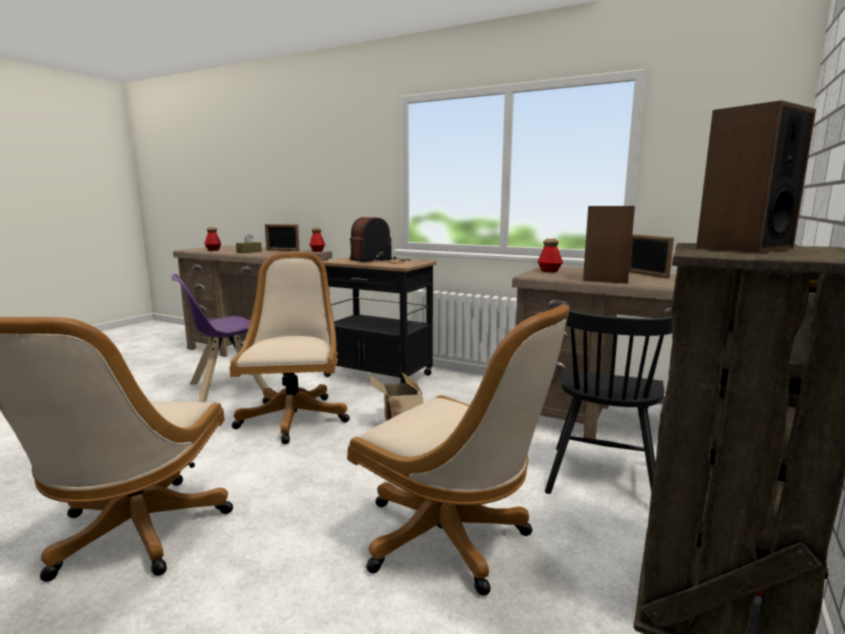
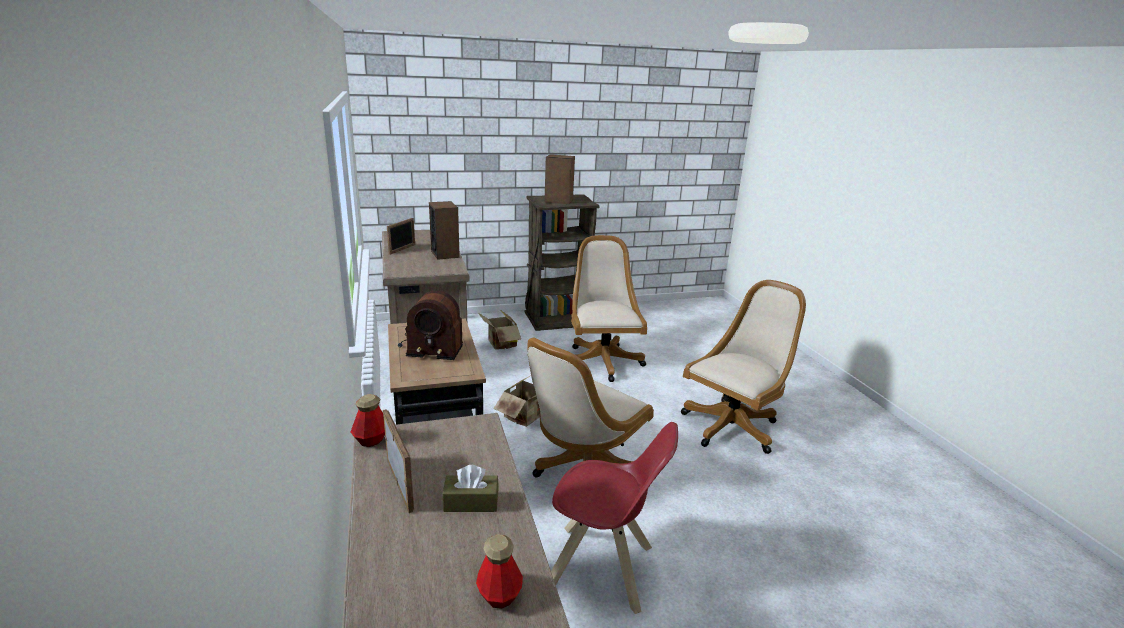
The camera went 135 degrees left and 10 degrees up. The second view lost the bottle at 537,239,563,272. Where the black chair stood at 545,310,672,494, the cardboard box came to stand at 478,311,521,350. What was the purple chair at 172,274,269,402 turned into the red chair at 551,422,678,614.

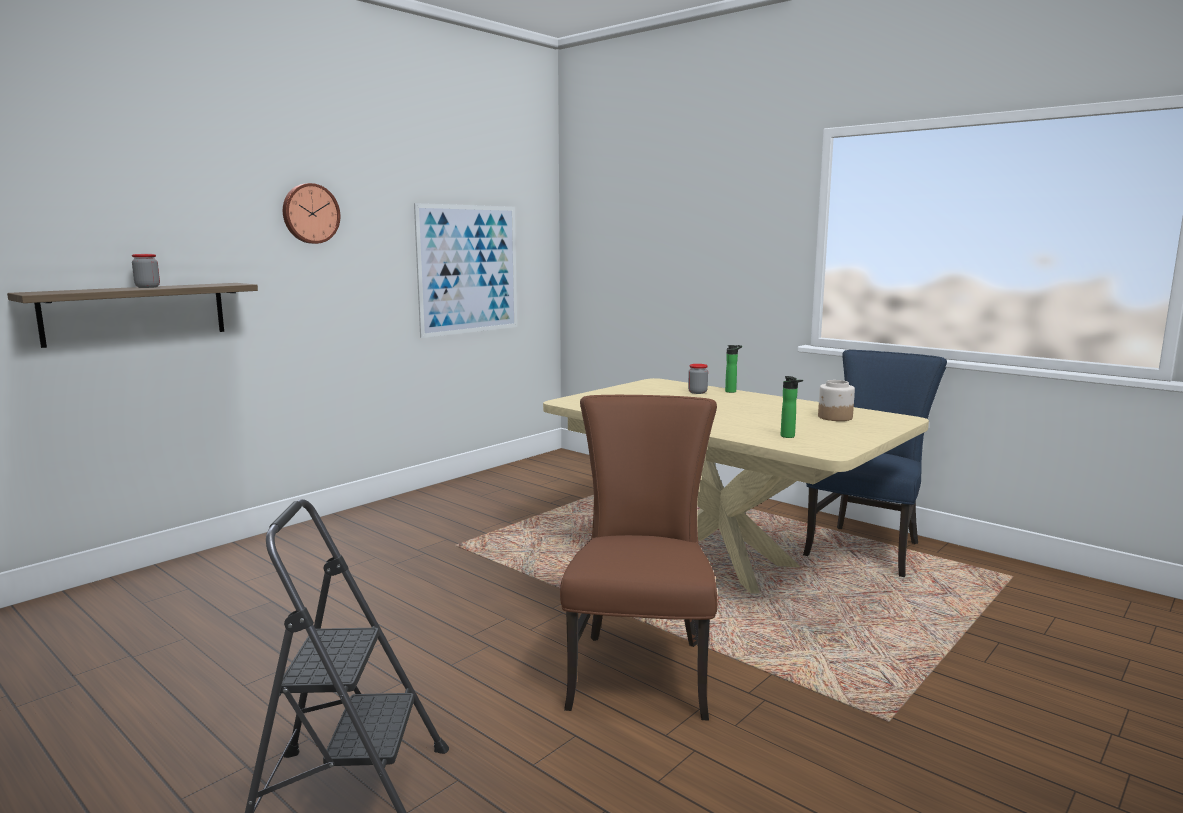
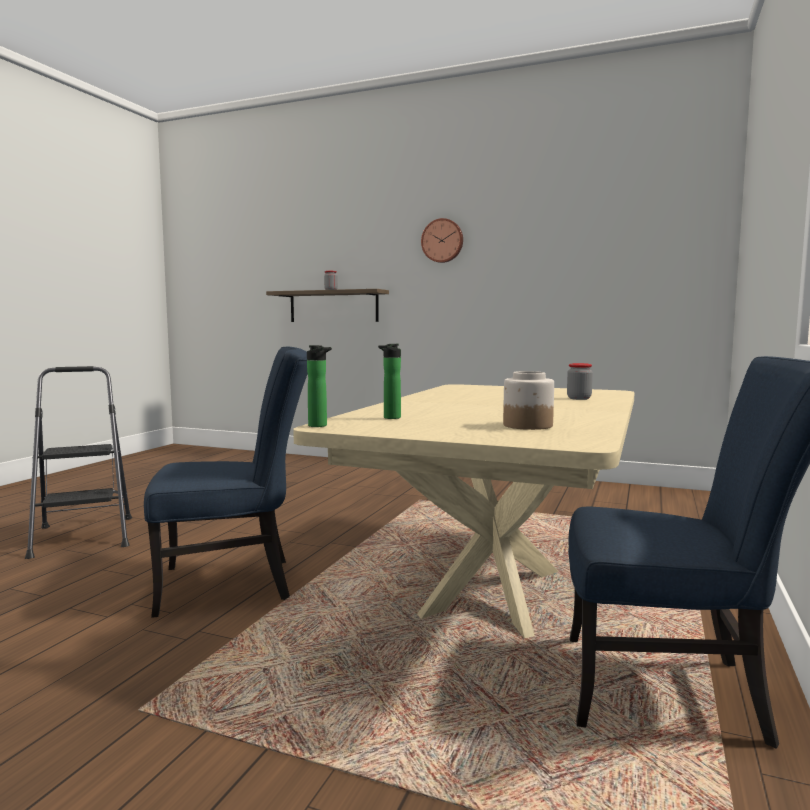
The camera went 70 degrees right and 5 degrees down. The second view lost the picture at 414,203,517,338. The bottle ended up elsewhere, having gone from 725,345,742,393 to 307,345,332,427. What was the brown chair at 560,395,717,721 turned into the blue chair at 144,347,308,618.

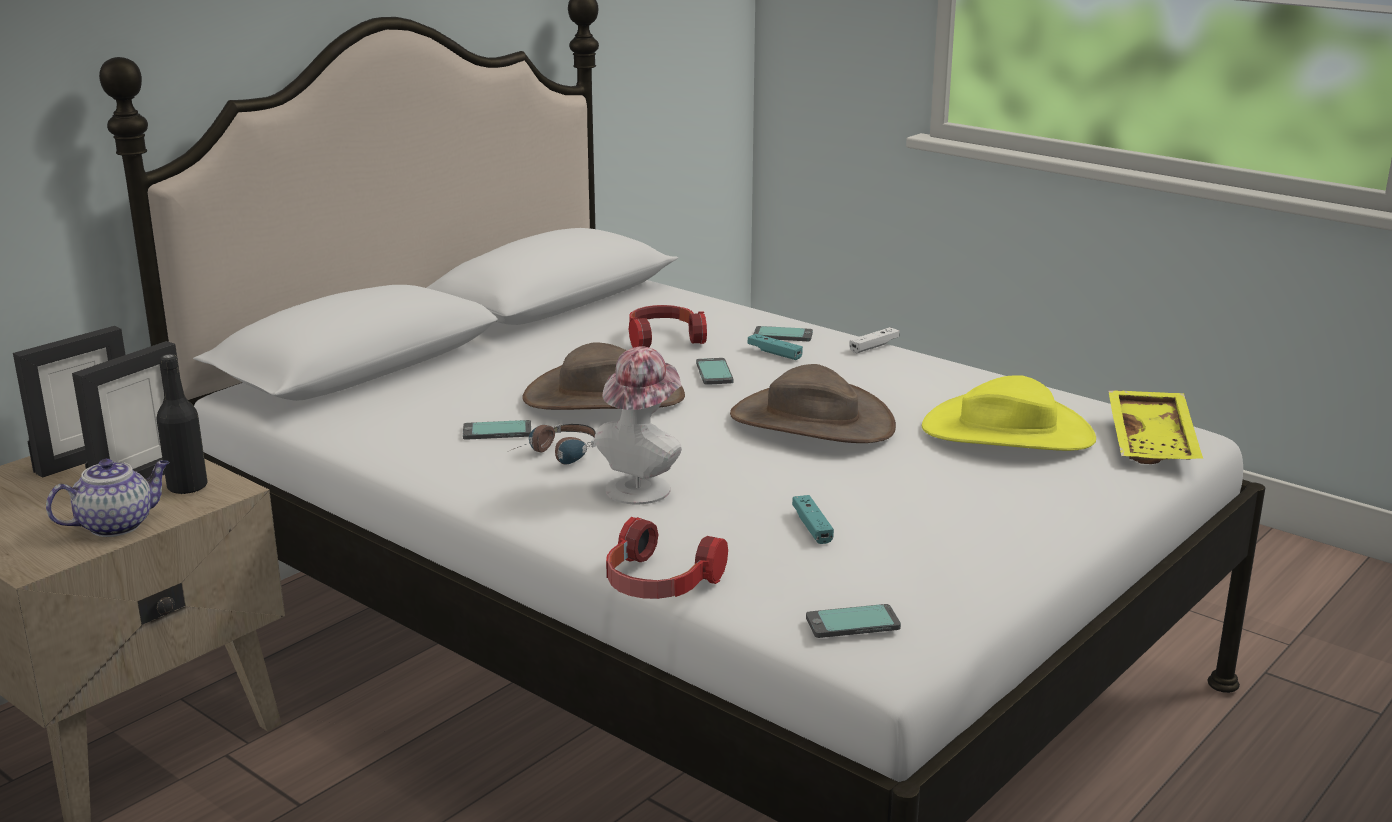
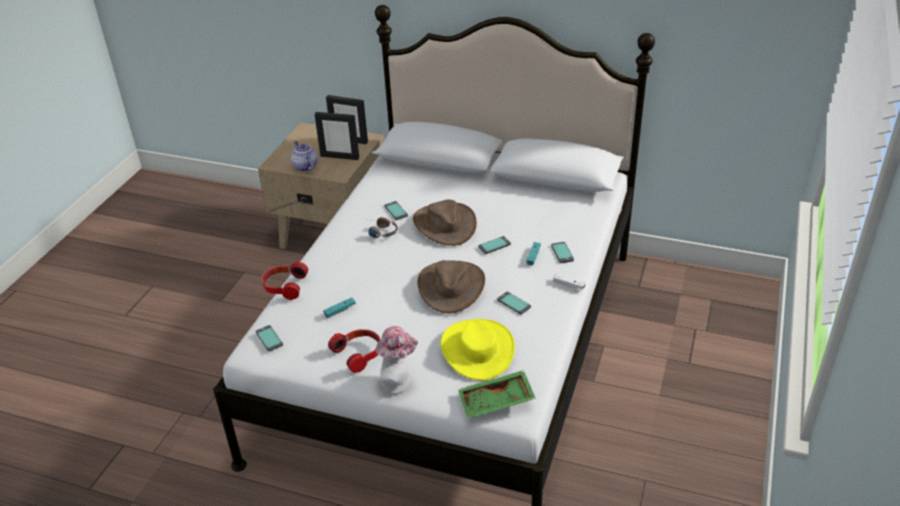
The camera went 70 degrees right and 15 degrees up. The second view lost the black bottle at 156,354,208,495. The second view gained the phone at 497,292,531,314. The hat ended up elsewhere, having gone from 594,346,682,504 to 376,326,418,394. The headphones ended up elsewhere, having gone from 629,305,707,348 to 328,329,380,373. What was the yellow tray at 1108,390,1203,464 turned into the green tray at 458,370,536,418. The teapot at 46,459,170,537 ended up facing another way, 150 degrees counterclockwise from before.

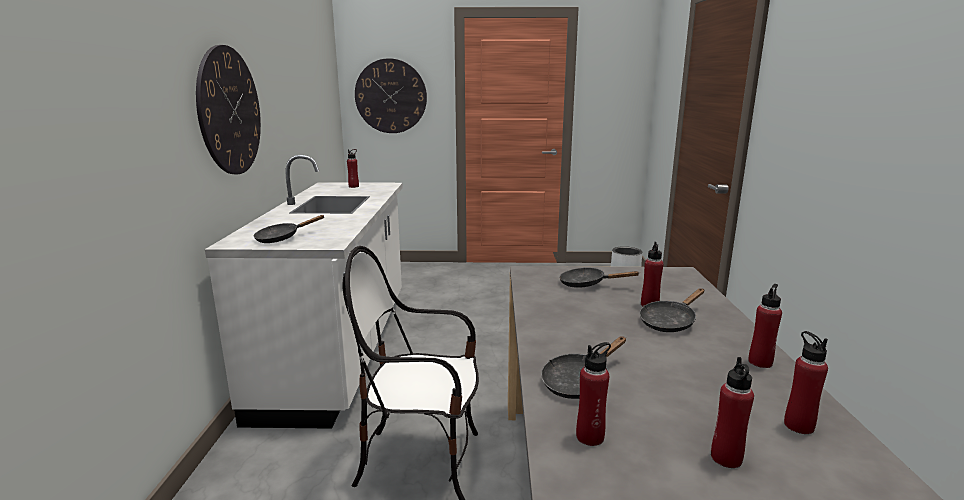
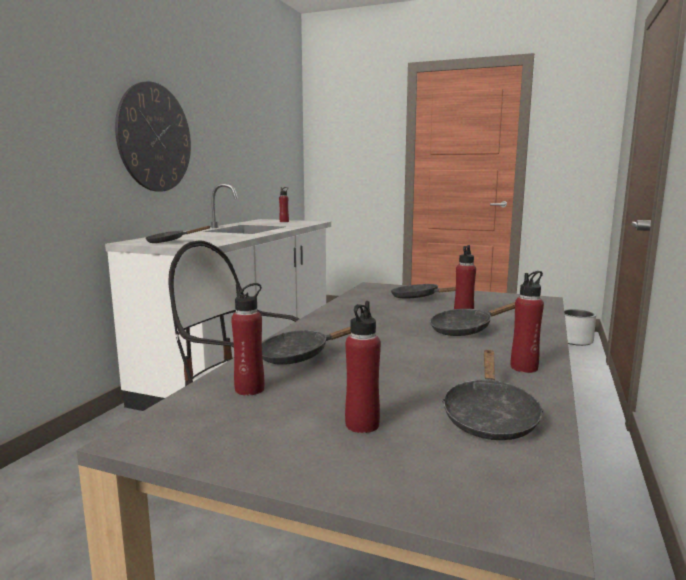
The camera went 20 degrees right and 5 degrees down. The second view lost the wall clock at 355,58,427,133. Where the red bottle stood at 784,331,828,434, the black frying pan came to stand at 441,349,544,440.

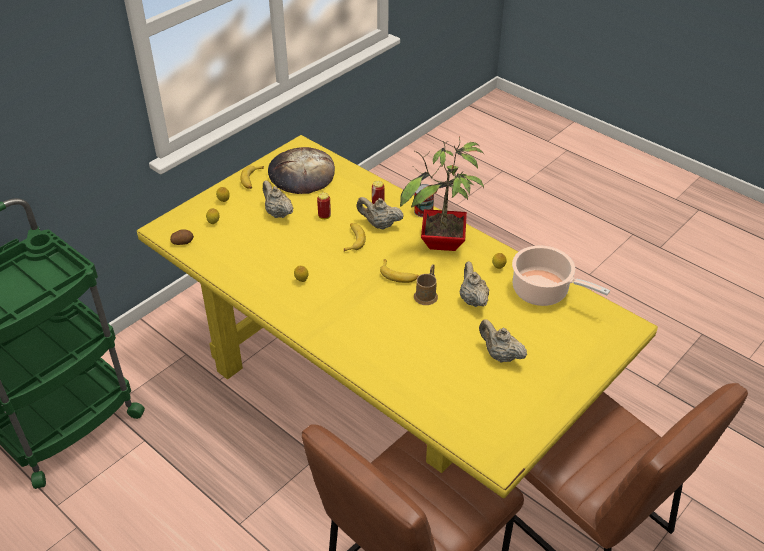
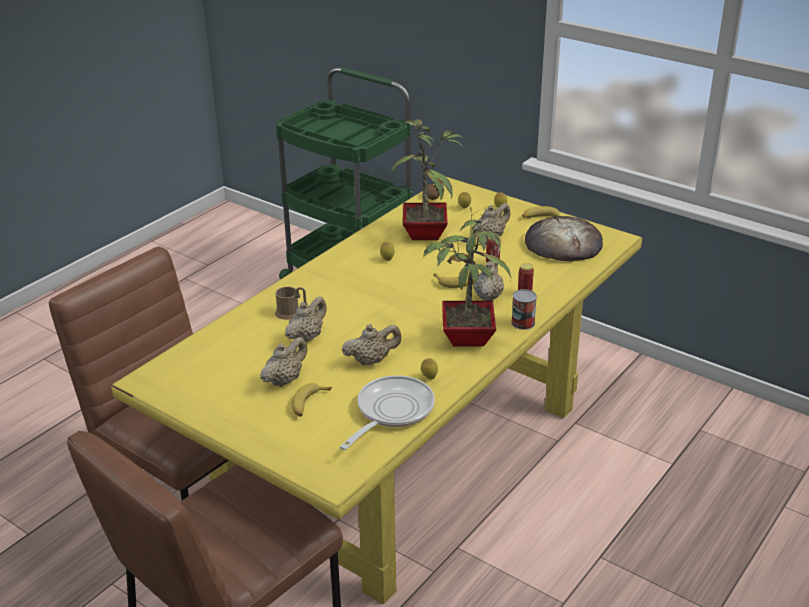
The camera went 85 degrees right and 10 degrees down. The second view gained the beige teapot at 285,297,327,342. The second view gained the potted plant at 391,119,465,240. The banana ended up elsewhere, having gone from 380,259,419,283 to 291,383,332,417. The brown mug ended up elsewhere, having gone from 414,264,438,305 to 275,287,308,320. Where the cooking pot stood at 512,245,610,306, the frying pan came to stand at 340,375,435,450.

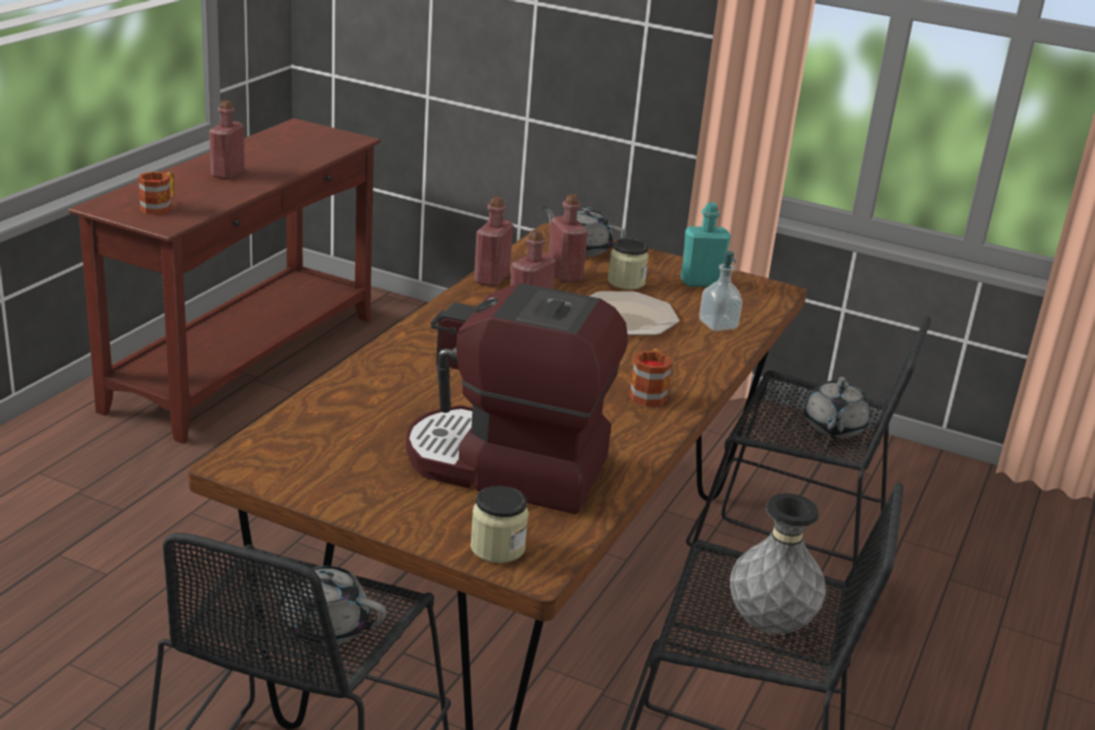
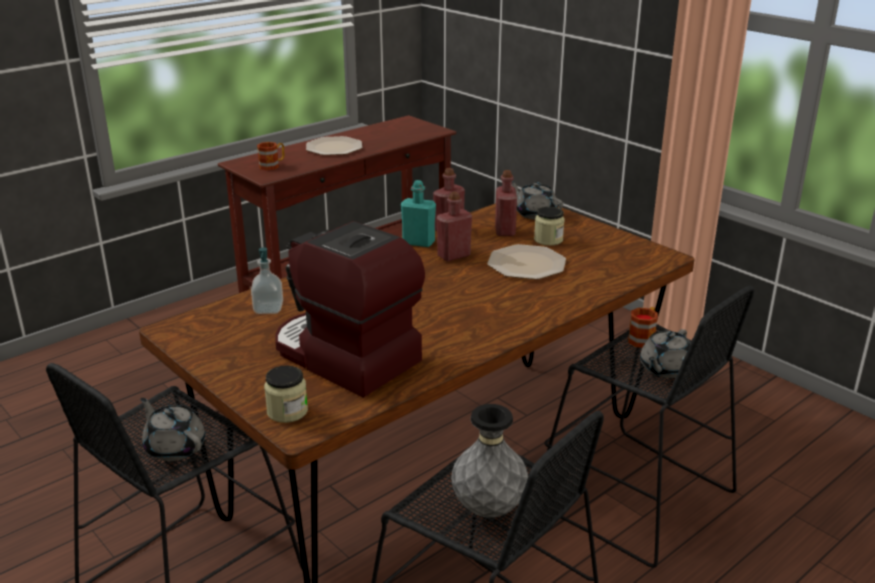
The camera went 25 degrees right and 0 degrees up. The mug ended up elsewhere, having gone from 629,349,673,406 to 628,307,658,348. The turquoise bottle ended up elsewhere, having gone from 681,202,731,287 to 401,180,436,247. The soap dispenser ended up elsewhere, having gone from 699,251,743,331 to 251,247,283,314. Where the red bottle stood at 209,100,245,179, the plate came to stand at 306,136,362,155.

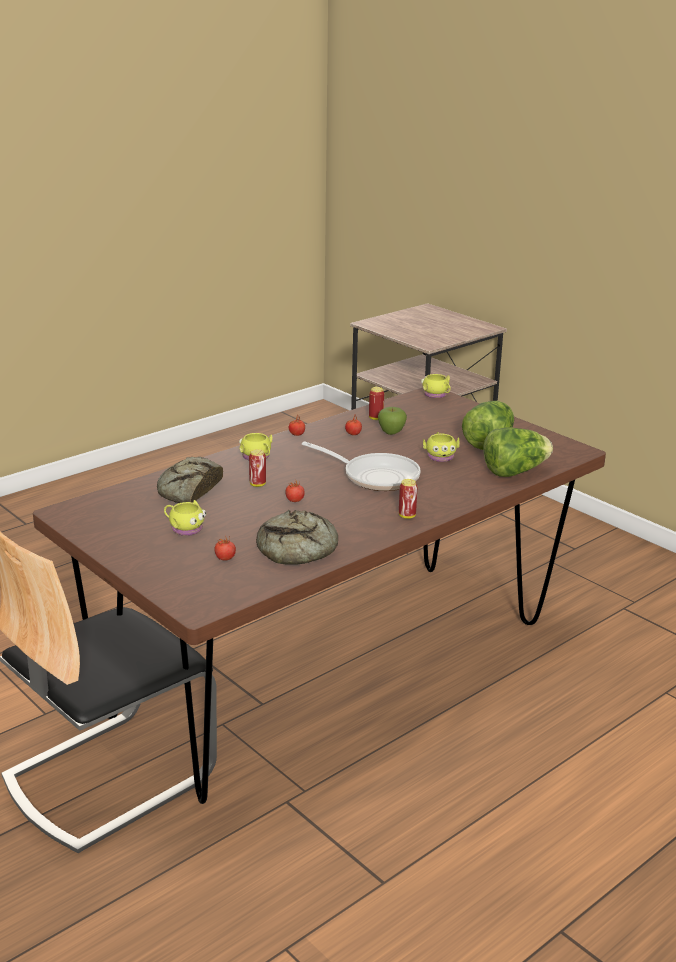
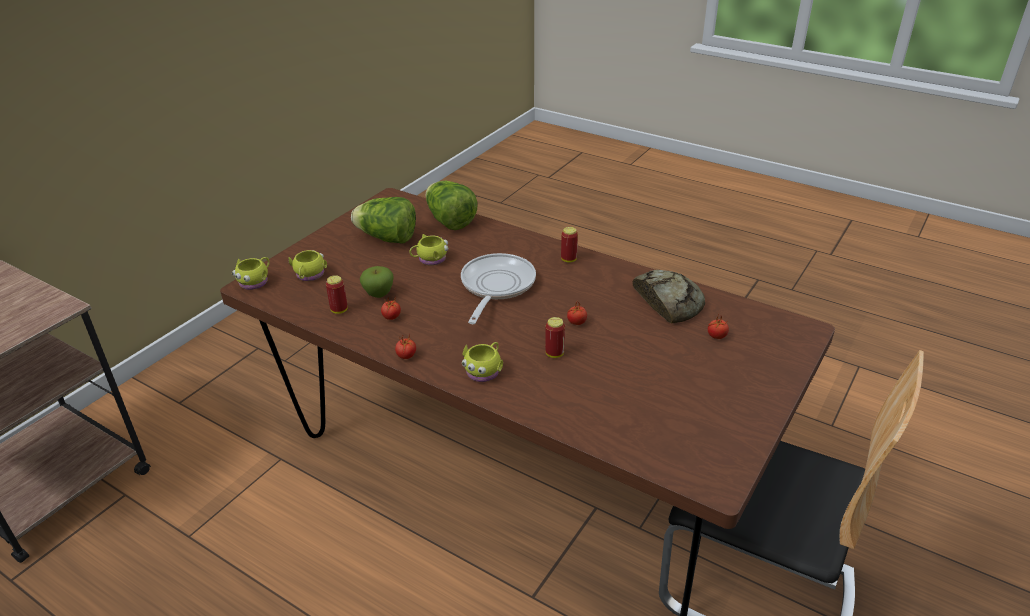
The camera went 105 degrees left and 10 degrees up. The second view lost the bread at 157,457,223,503. The yellow mug ended up elsewhere, having gone from 164,500,206,536 to 288,250,327,281.

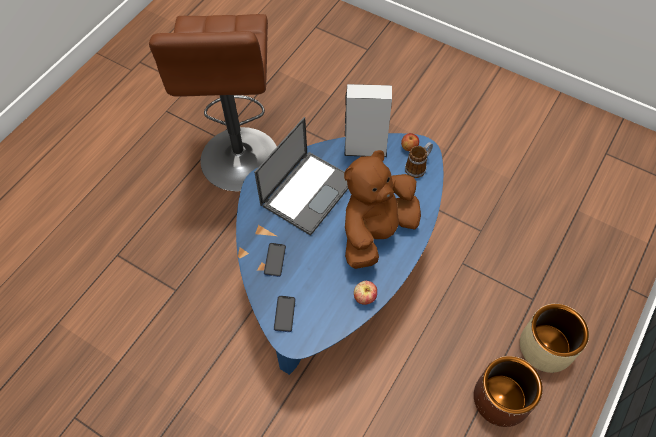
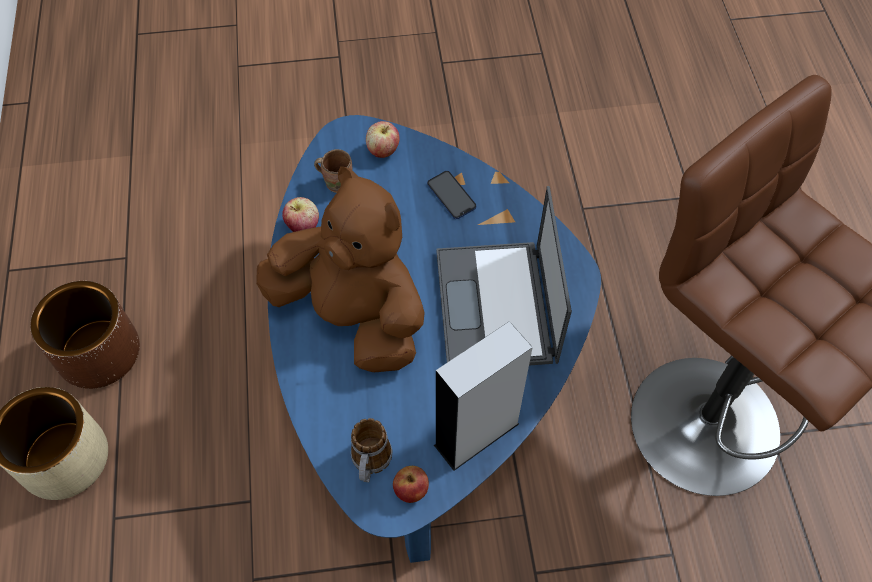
The camera went 140 degrees right and 0 degrees up. The second view gained the brown mug at 314,149,352,193. Where the phone stood at 274,296,296,332, the apple came to stand at 366,121,400,158. The brown plush toy at 344,150,421,269 ended up facing another way, 60 degrees counterclockwise from before.

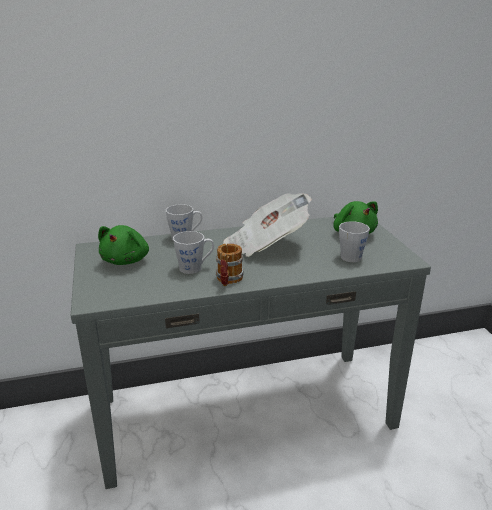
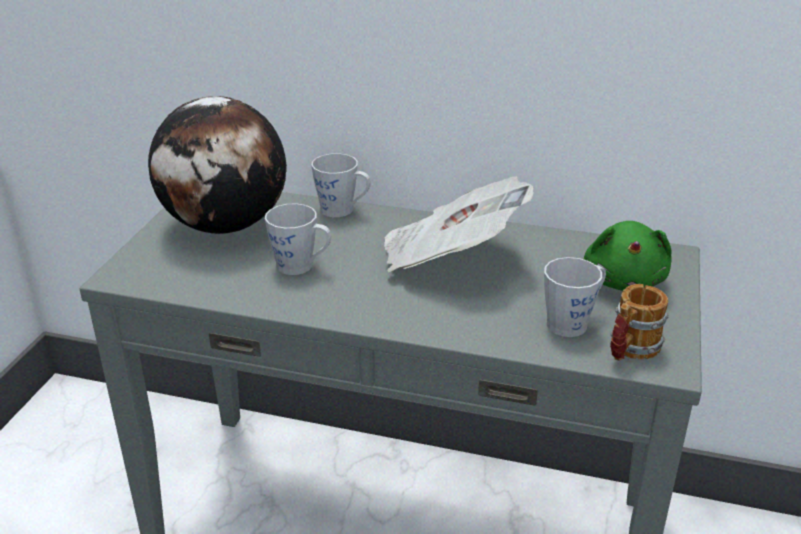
The camera went 30 degrees right and 5 degrees up. The mug ended up elsewhere, having gone from 216,244,244,286 to 610,284,669,361. Where the green plush toy stood at 98,225,149,265, the globe came to stand at 148,96,287,234.

